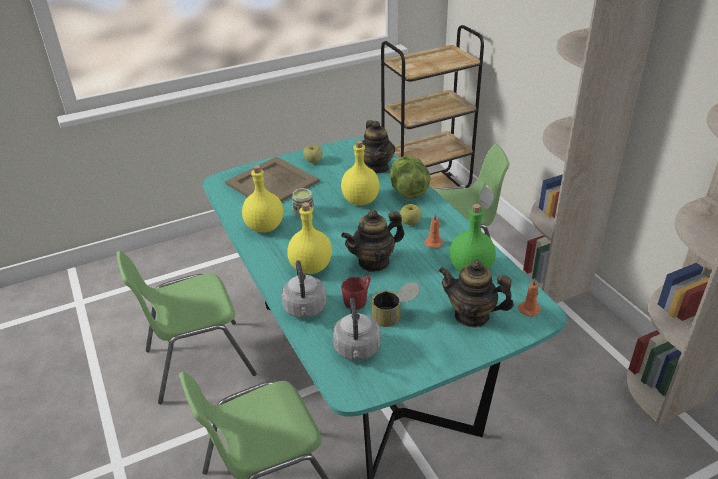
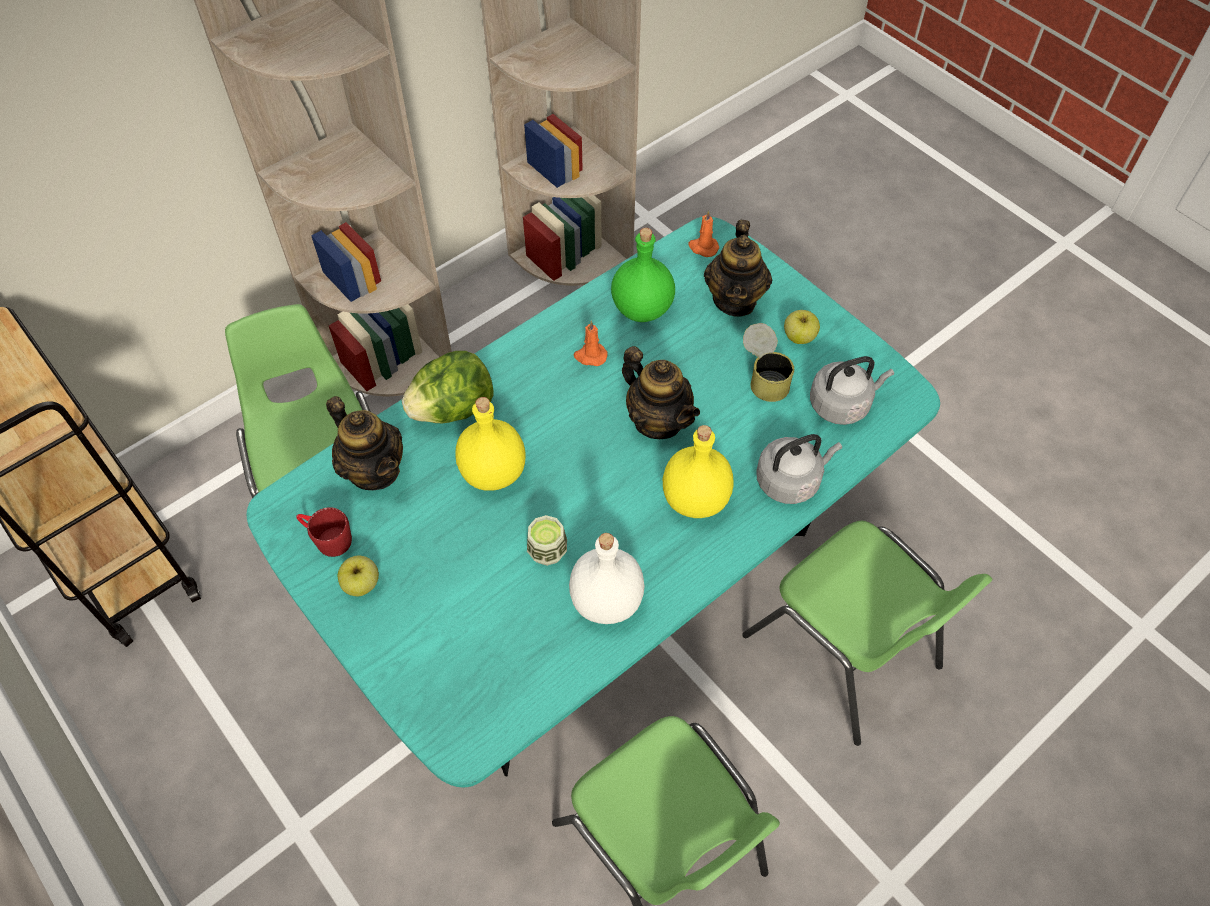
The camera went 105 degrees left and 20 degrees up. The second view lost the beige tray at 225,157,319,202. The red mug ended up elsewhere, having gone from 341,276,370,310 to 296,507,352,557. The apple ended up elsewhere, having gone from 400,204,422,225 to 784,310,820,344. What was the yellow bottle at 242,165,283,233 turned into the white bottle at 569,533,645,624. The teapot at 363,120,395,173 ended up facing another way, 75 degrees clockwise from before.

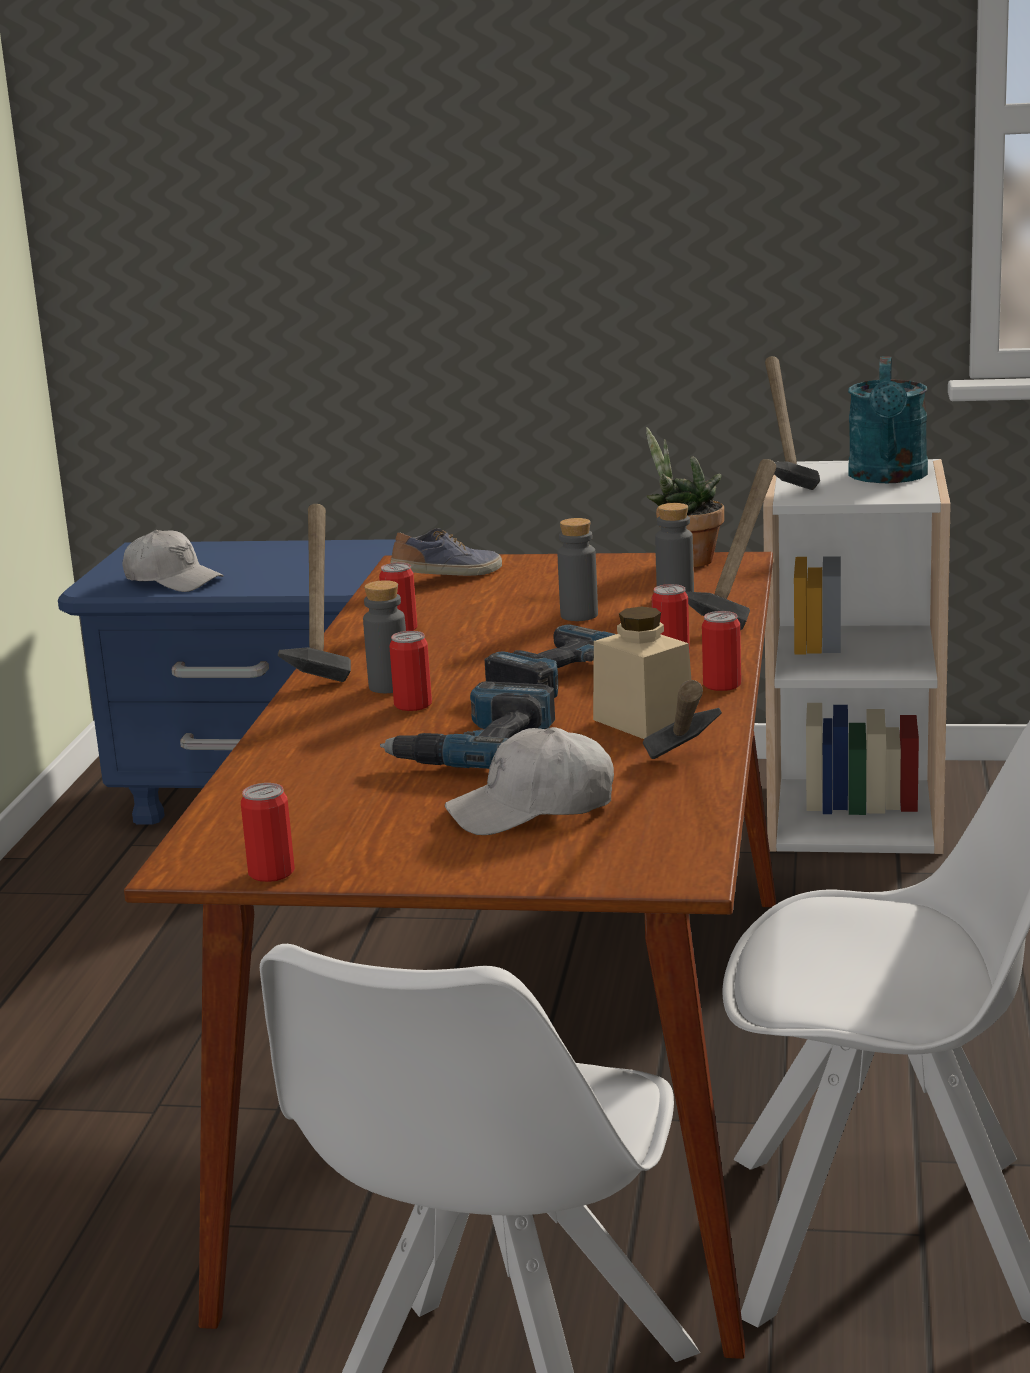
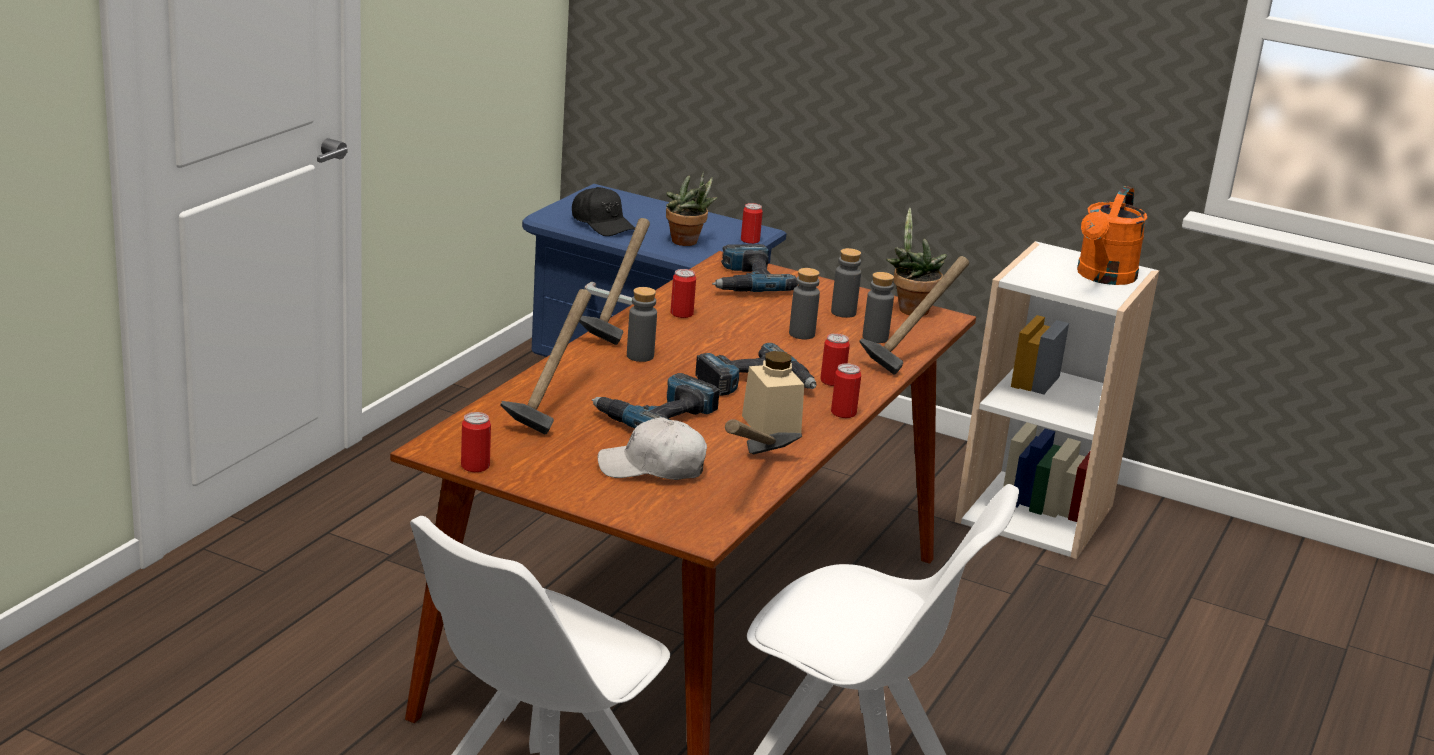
The camera went 15 degrees right and 5 degrees up. The second view gained the potted plant at 666,171,718,246. The second view gained the grey bottle at 831,248,861,318. The can ended up elsewhere, having gone from 390,631,432,711 to 741,203,763,244. The hammer ended up elsewhere, having gone from 765,356,820,490 to 500,289,591,434. Where the shoe stood at 390,528,502,576, the power drill came to stand at 712,244,798,292. What was the white cap at 122,530,224,592 turned into the black cap at 572,187,635,236. What was the turquoise watering can at 848,356,928,483 turned into the orange watering can at 1077,186,1147,285.

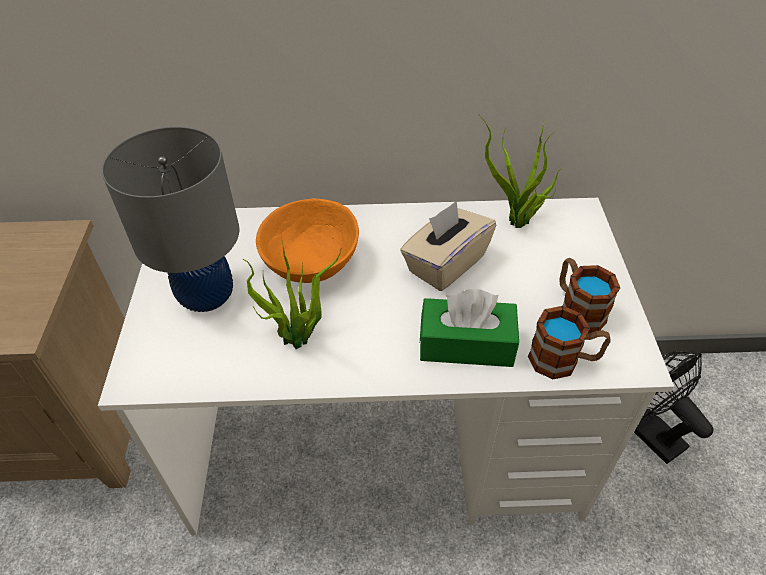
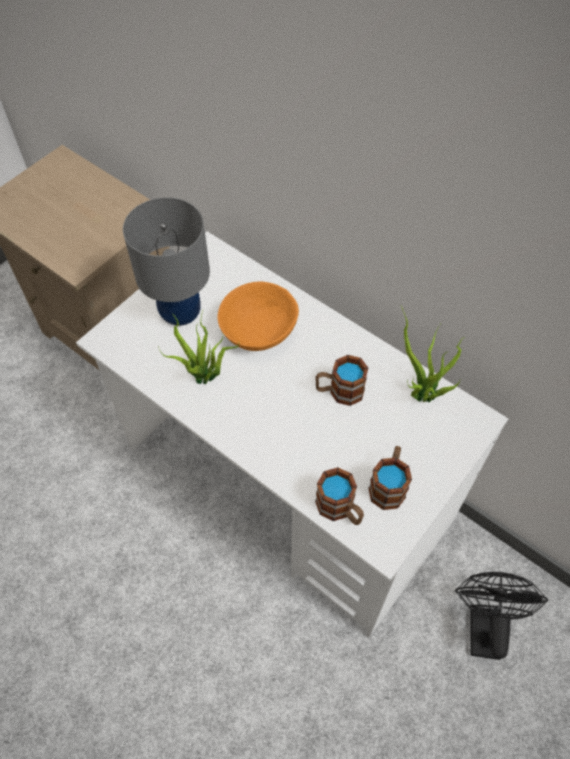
The camera went 40 degrees right and 10 degrees up. The second view lost the green tissue box at 420,289,519,367. Where the beige tissue box stood at 400,201,496,291, the mug came to stand at 315,355,368,406.

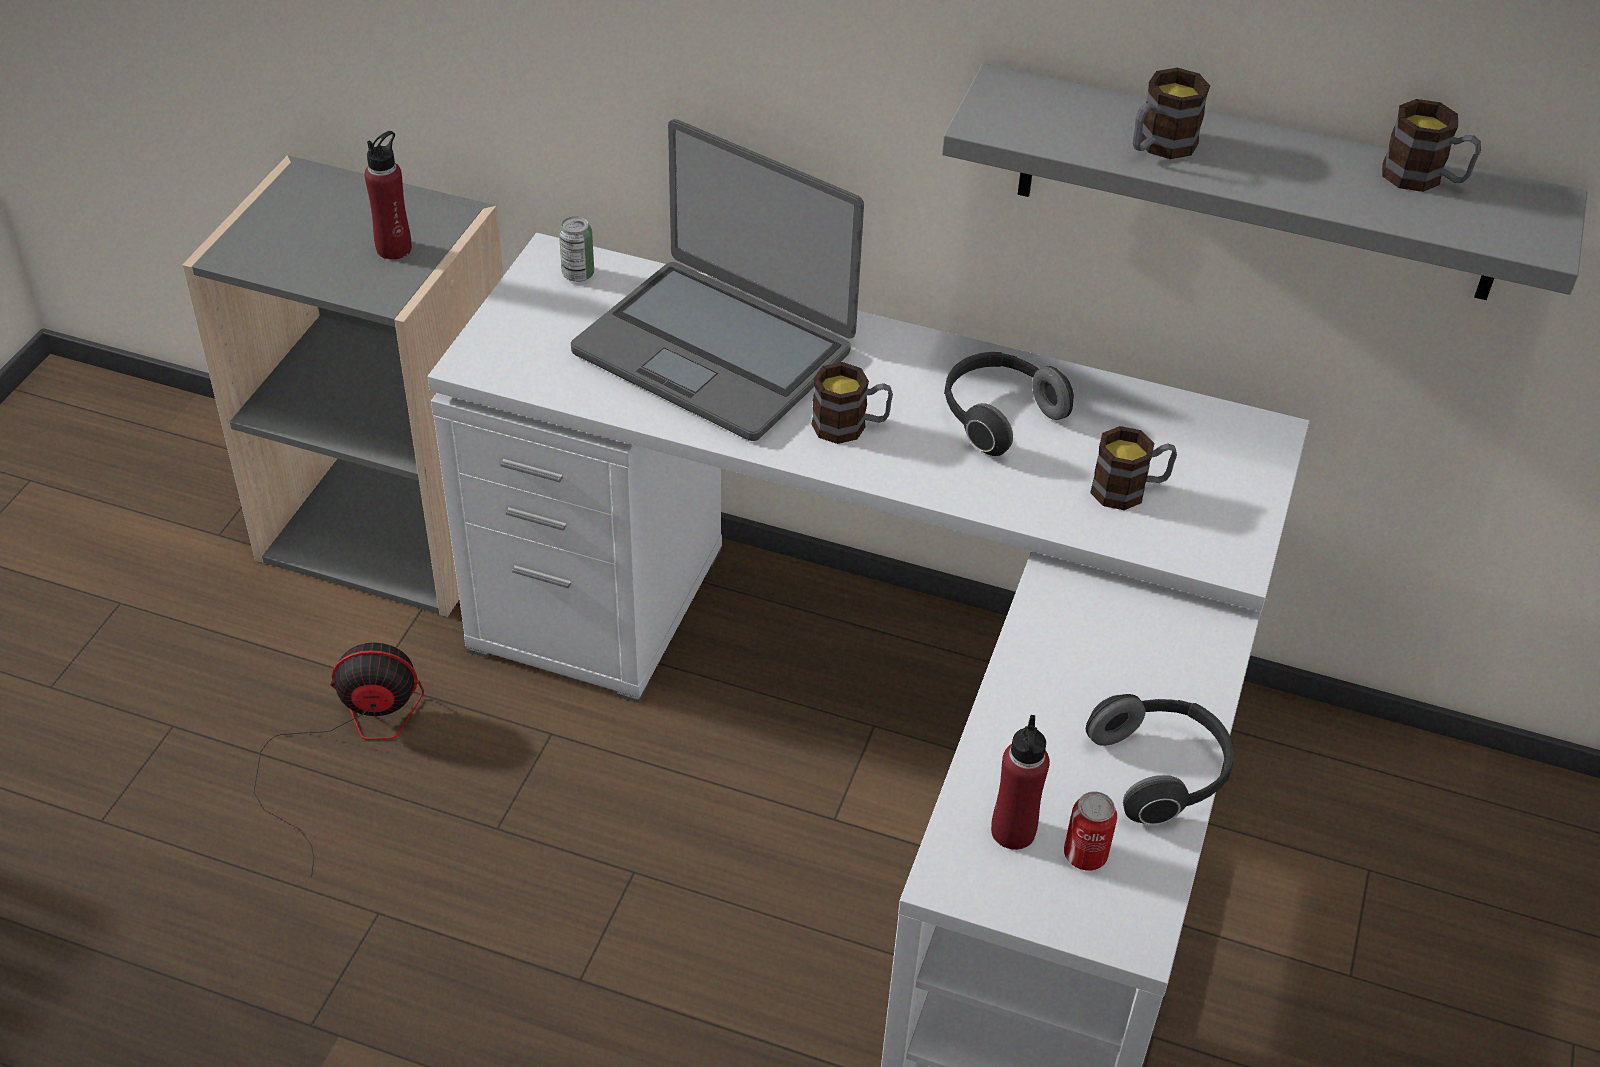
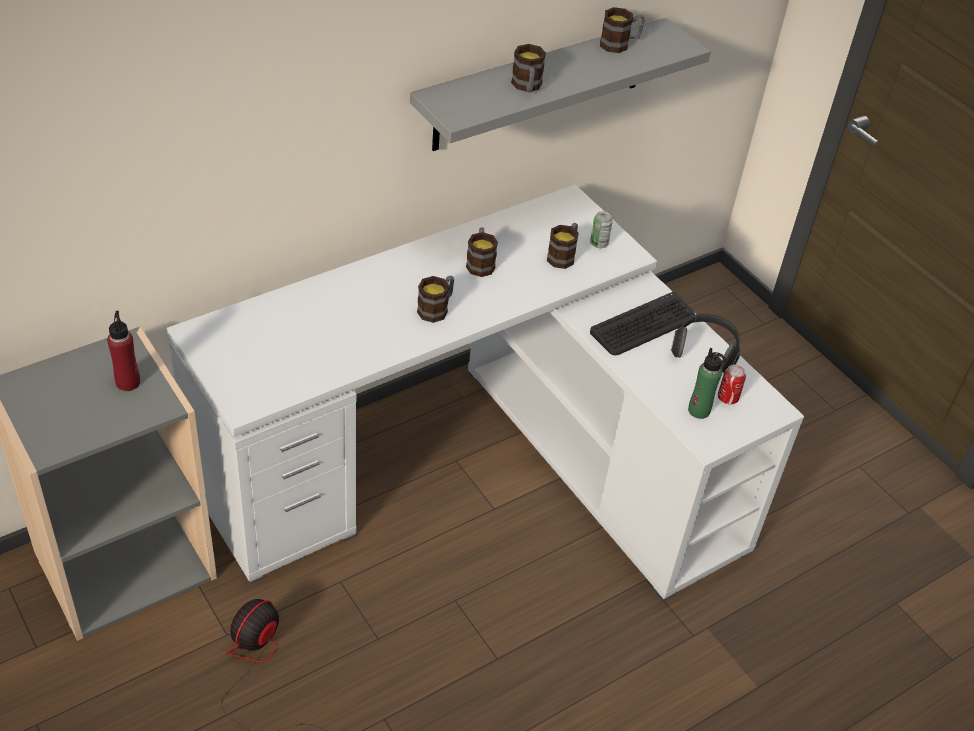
The camera went 55 degrees left and 0 degrees up. The second view lost the laptop at 571,119,864,441. The second view gained the keyboard at 590,292,695,355. The can ended up elsewhere, having gone from 559,216,594,282 to 590,211,613,248. Where the headphones stood at 944,352,1074,456, the mug came to stand at 466,228,498,277. What was the red bottle at 991,715,1050,850 turned into the green bottle at 688,348,726,419.

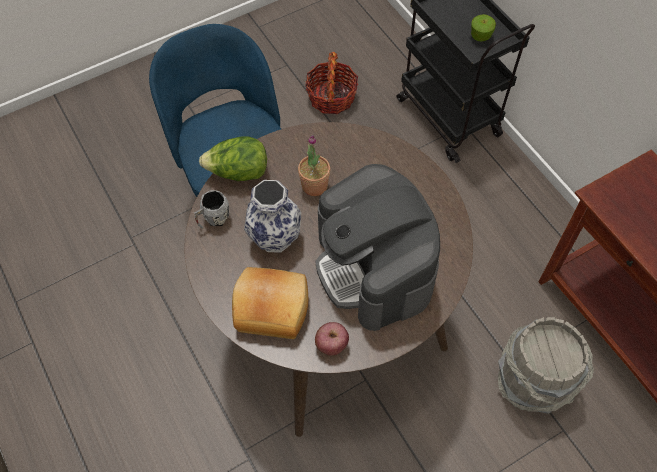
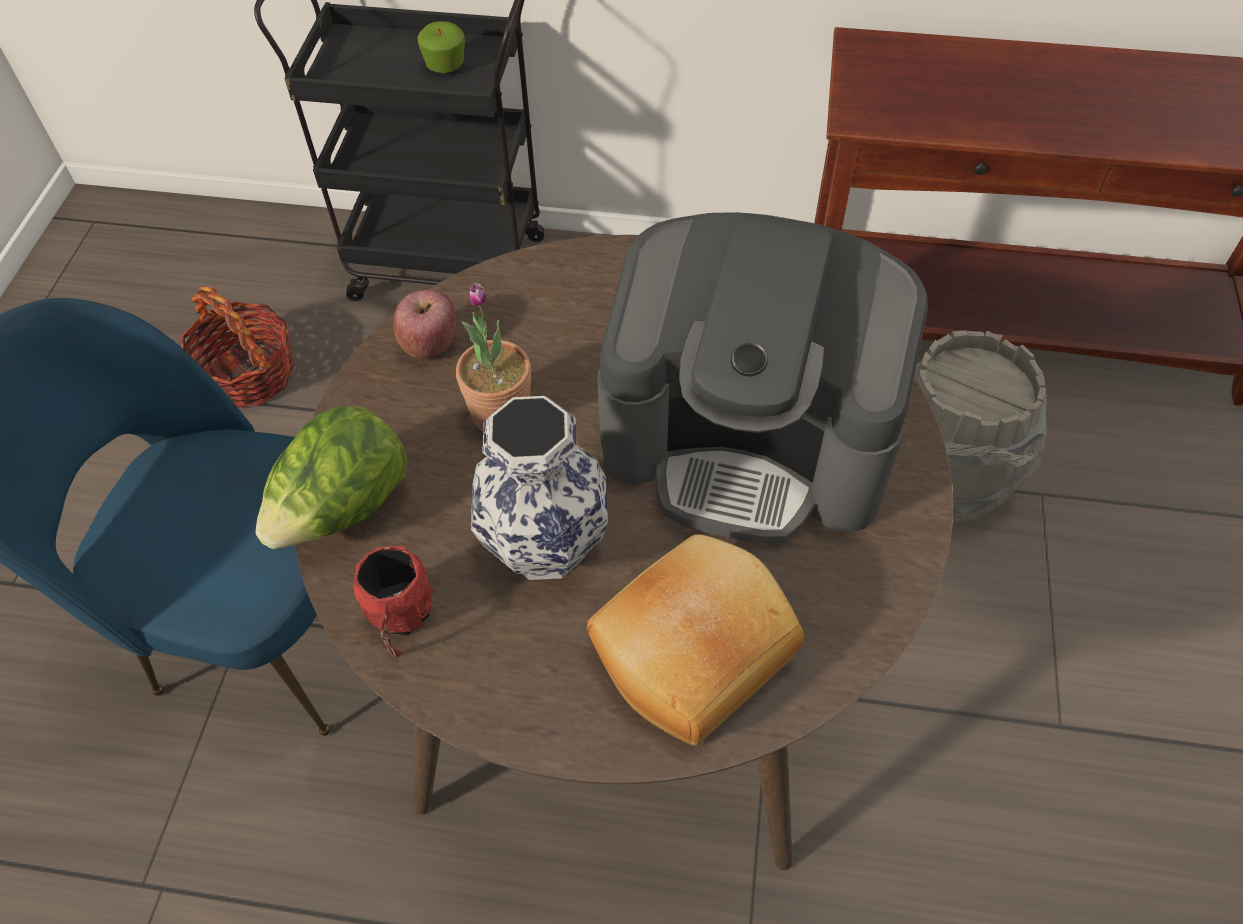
The camera went 50 degrees left and 5 degrees down. The apple ended up elsewhere, having gone from 315,322,349,356 to 393,290,456,359. What was the grey mug at 194,190,229,229 turned into the red mug at 354,546,434,657.

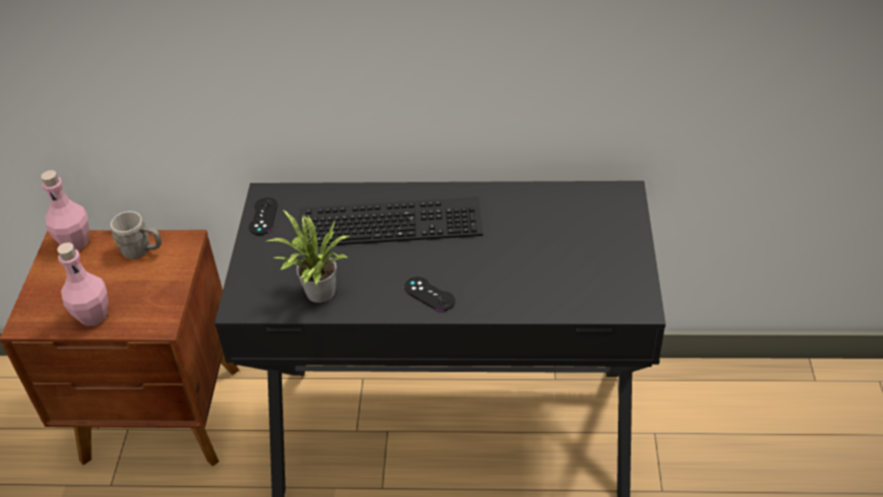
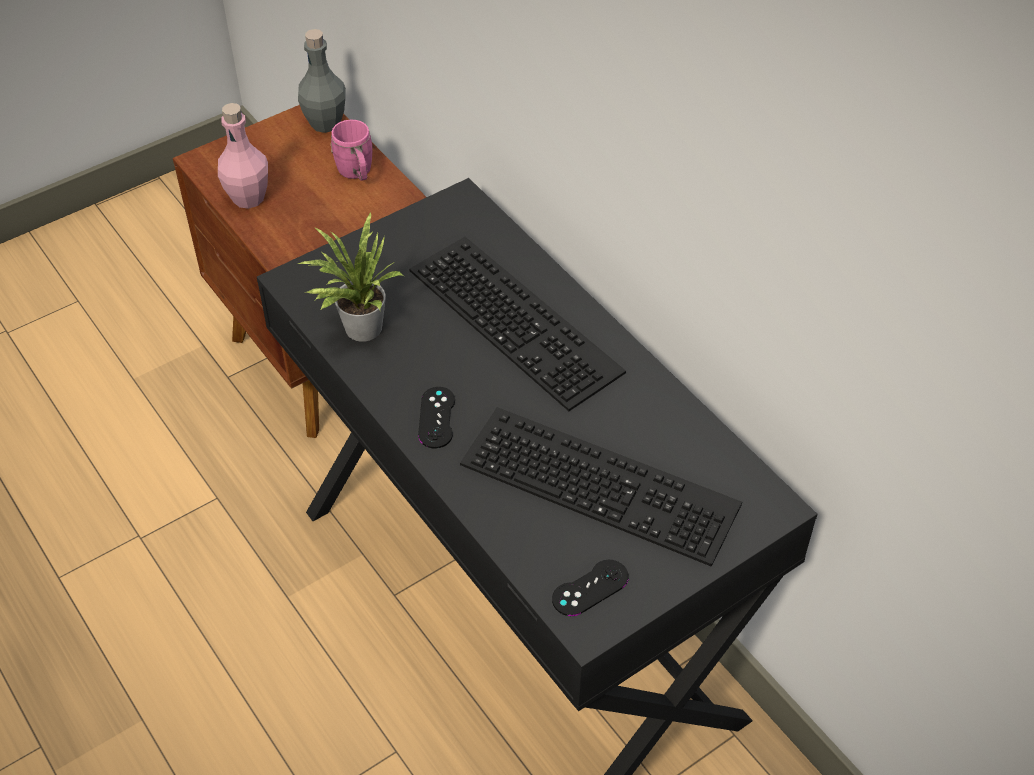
The camera went 50 degrees right and 5 degrees up. The second view gained the keyboard at 460,407,742,567. The black game controller ended up elsewhere, having gone from 249,197,278,235 to 552,560,629,616. What was the pink bottle at 41,170,89,251 turned into the grey bottle at 298,29,346,133. What was the grey mug at 111,211,162,259 turned into the pink mug at 330,120,372,181.

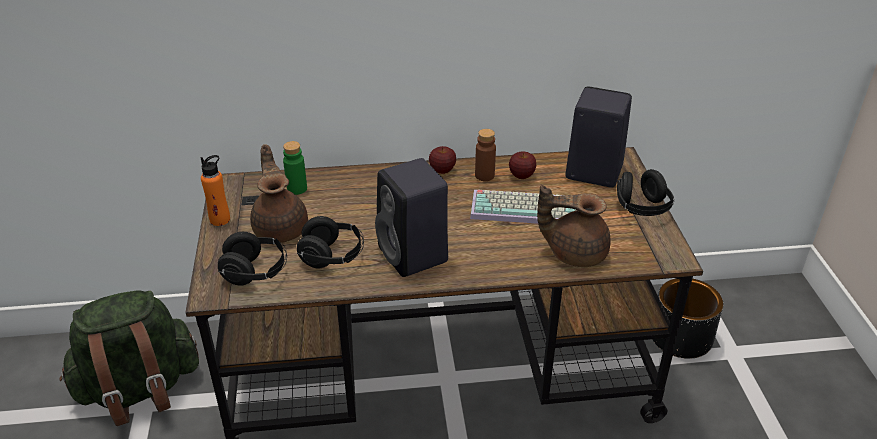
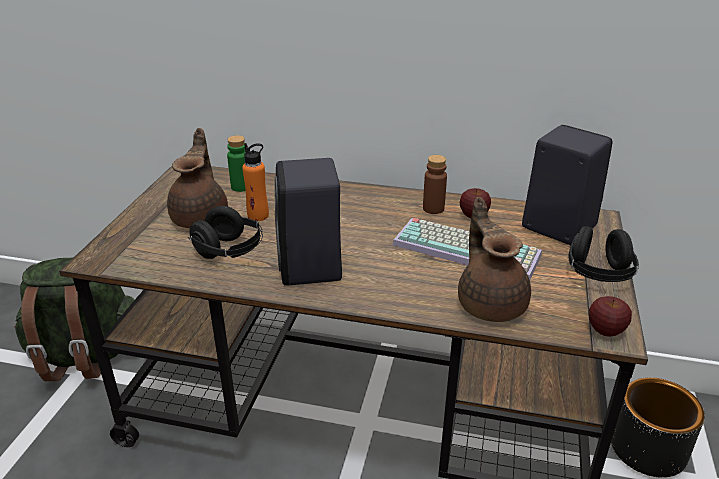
The camera went 20 degrees right and 5 degrees down. The second view lost the black headphones at 218,232,287,286. The orange bottle ended up elsewhere, having gone from 201,155,230,226 to 242,143,269,221. The apple ended up elsewhere, having gone from 429,146,456,174 to 589,296,632,337. The brown teapot at 537,185,611,267 ended up facing another way, 45 degrees clockwise from before.

